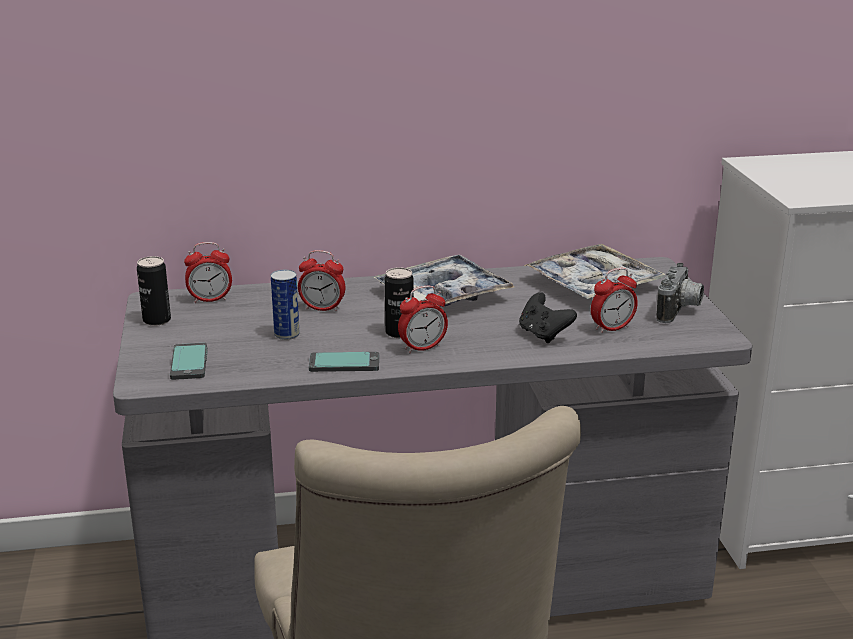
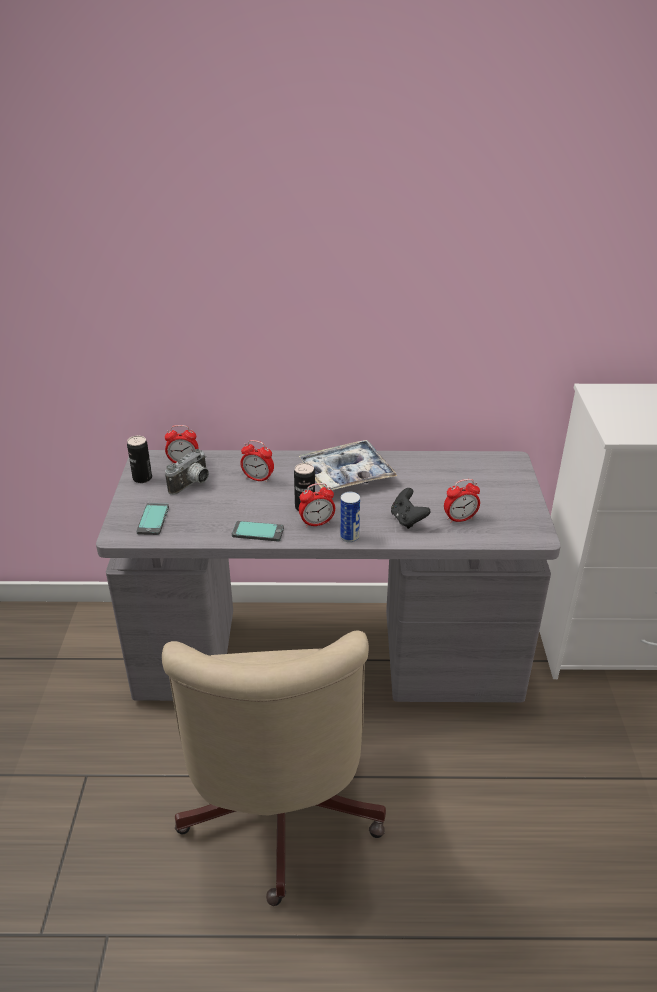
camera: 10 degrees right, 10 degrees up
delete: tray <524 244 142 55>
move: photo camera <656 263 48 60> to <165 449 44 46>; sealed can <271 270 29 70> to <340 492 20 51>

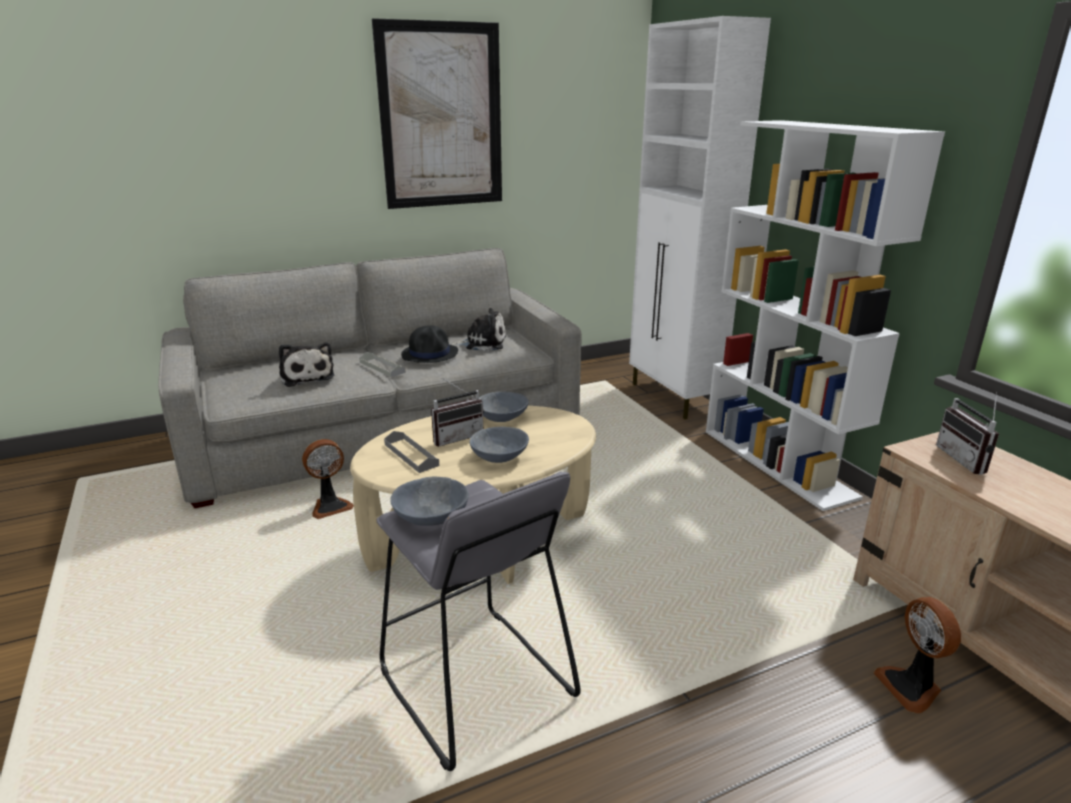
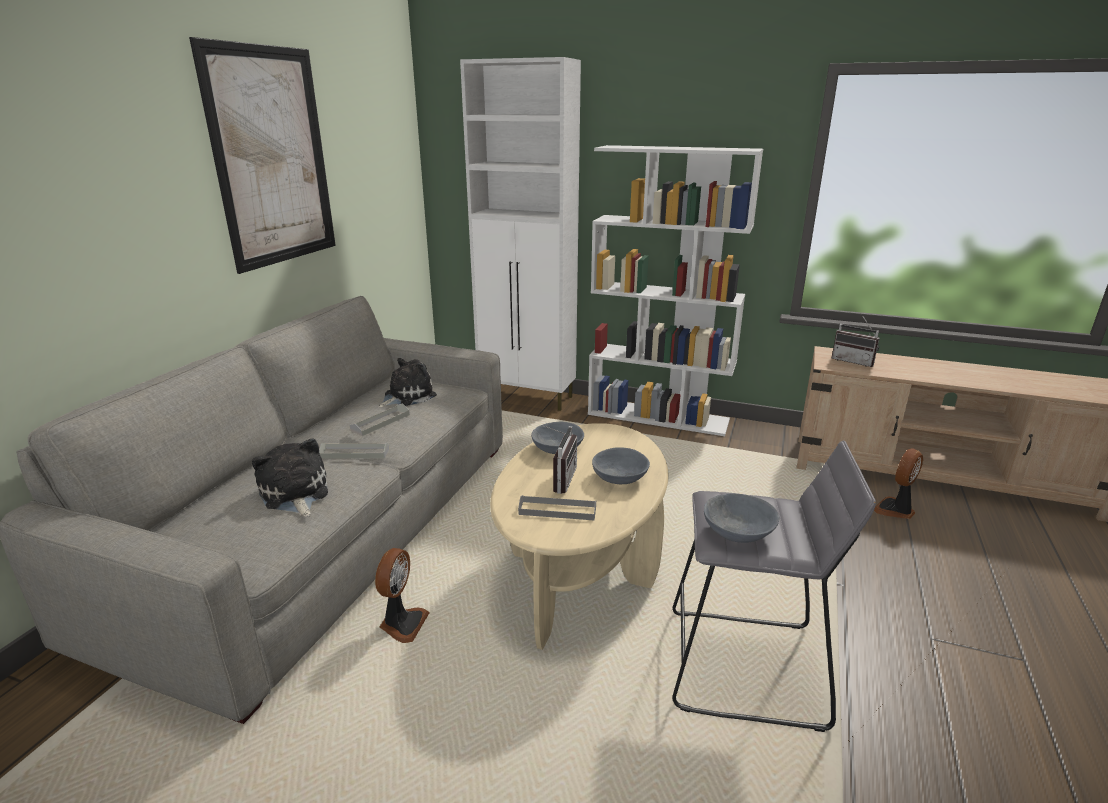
camera: 45 degrees left, 0 degrees up
replace: black wearable hat <401 325 57 38> to gray tray <350 403 60 33>
rotate: cuddly toy <279 342 56 45> = <252 438 76 79> 135 degrees counterclockwise; fan <873 597 88 116> = <874 448 49 71> 105 degrees clockwise

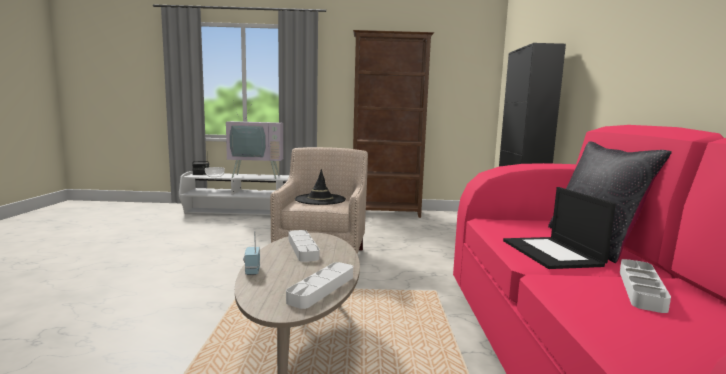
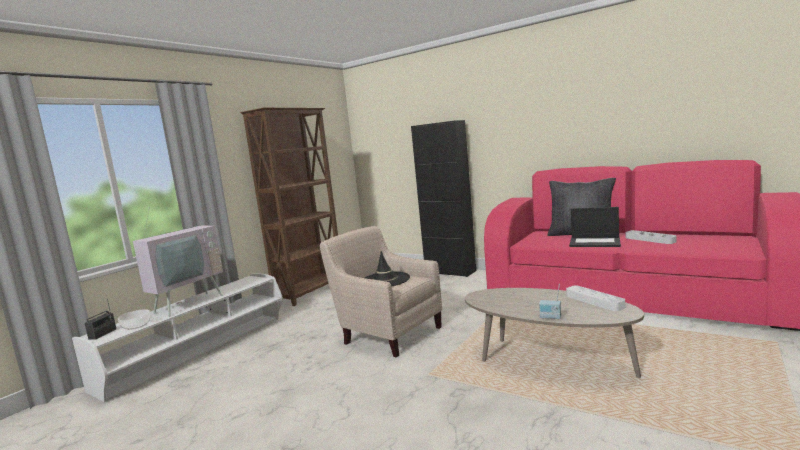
camera: 55 degrees left, 0 degrees up
delete: whitish tray <289 230 31 32>

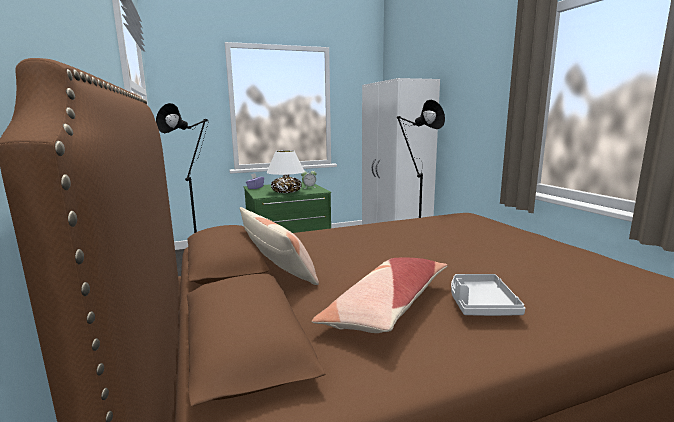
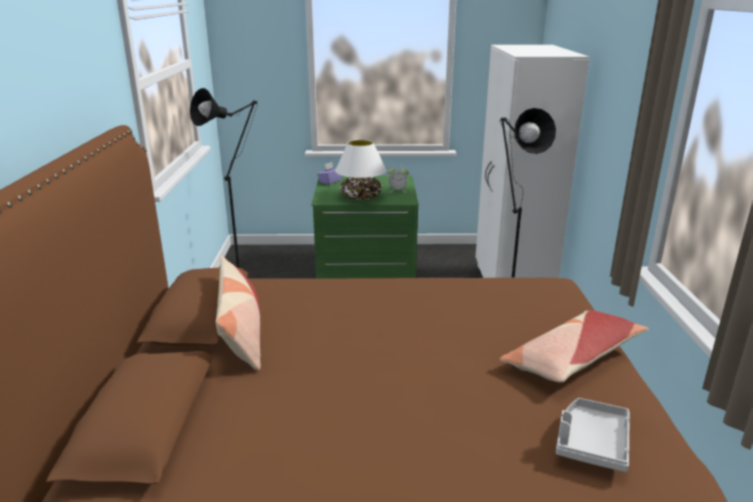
camera: 20 degrees right, 10 degrees up
move: throw pillow <312 258 136 75> to <499 310 150 73>; gray tray <451 274 74 42> to <556 398 74 74>

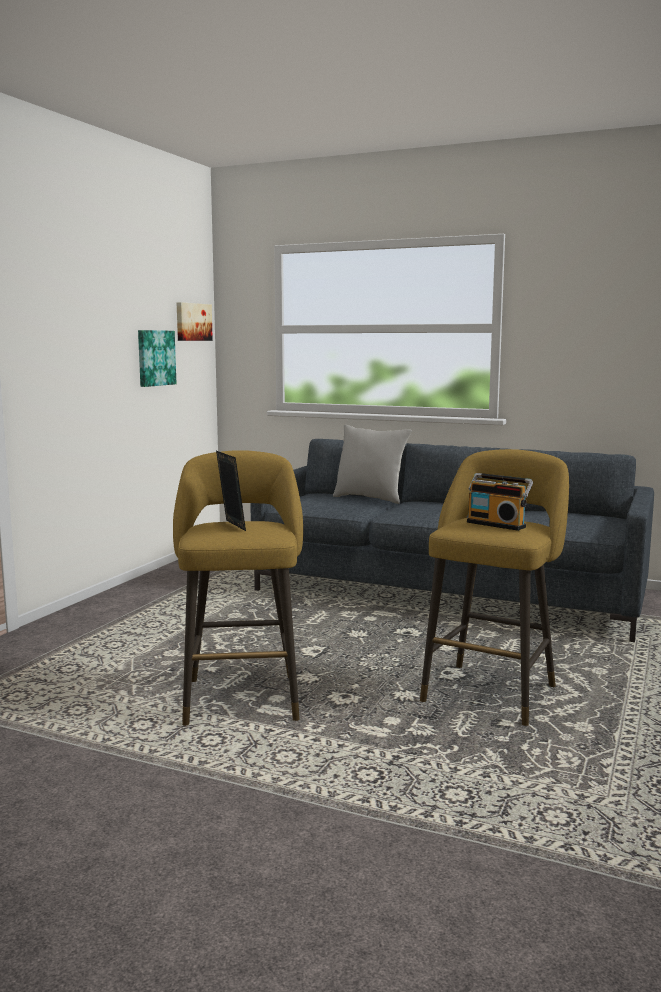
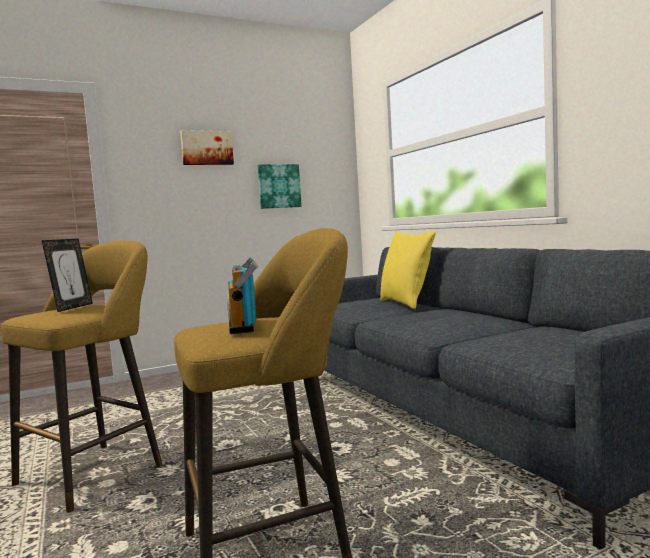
camera: 40 degrees right, 5 degrees down
move: wall picture <177 302 36 39> to <180 130 54 35>
recolor: gray throw pillow <333 425 79 79> to yellow throw pillow <380 231 56 78>

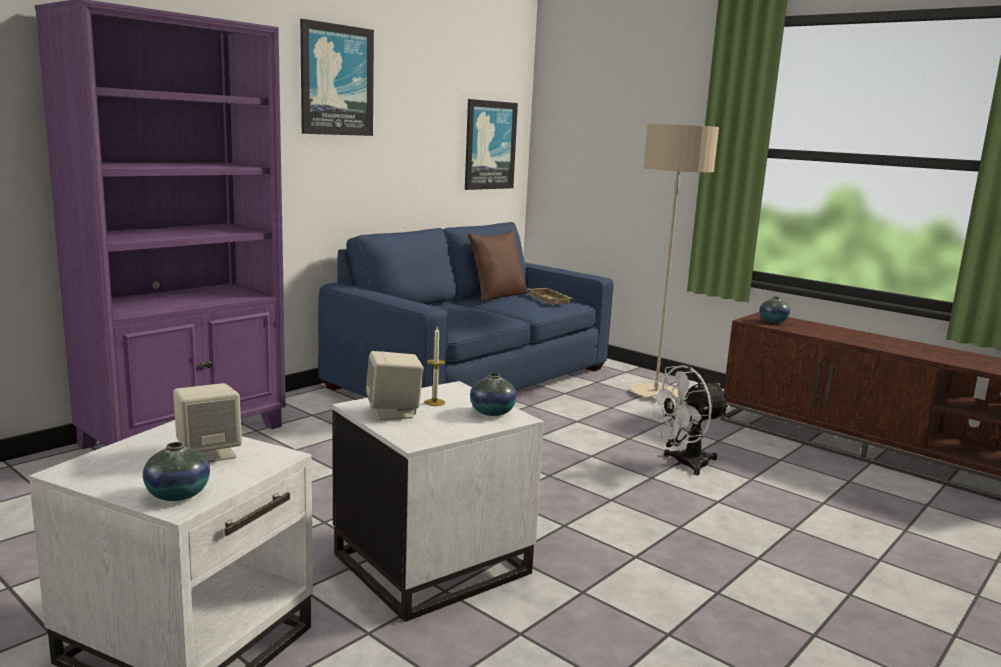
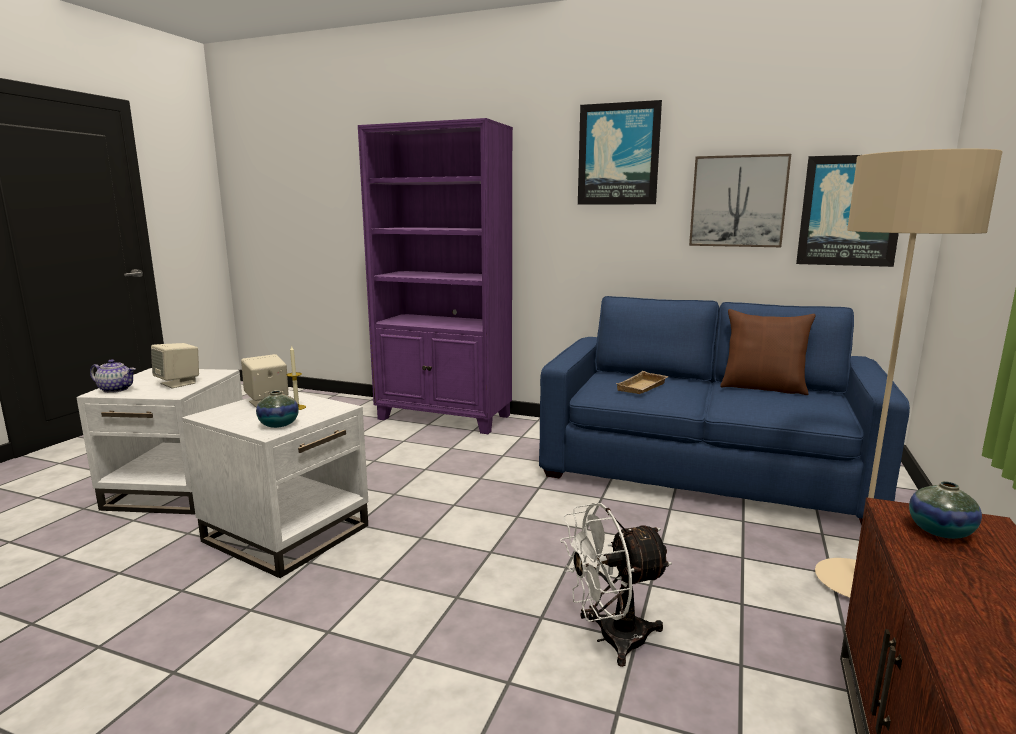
camera: 70 degrees right, 0 degrees up
insert: wall picture <689 154 102 93>
move: sand-coloured tray <528 288 46 17> to <616 371 53 23>
replace: decorative vase <143 442 67 59> to pot for tea <90 359 46 34>
rotate: whitish fan <648 365 81 110> = <560 503 112 164> 60 degrees counterclockwise

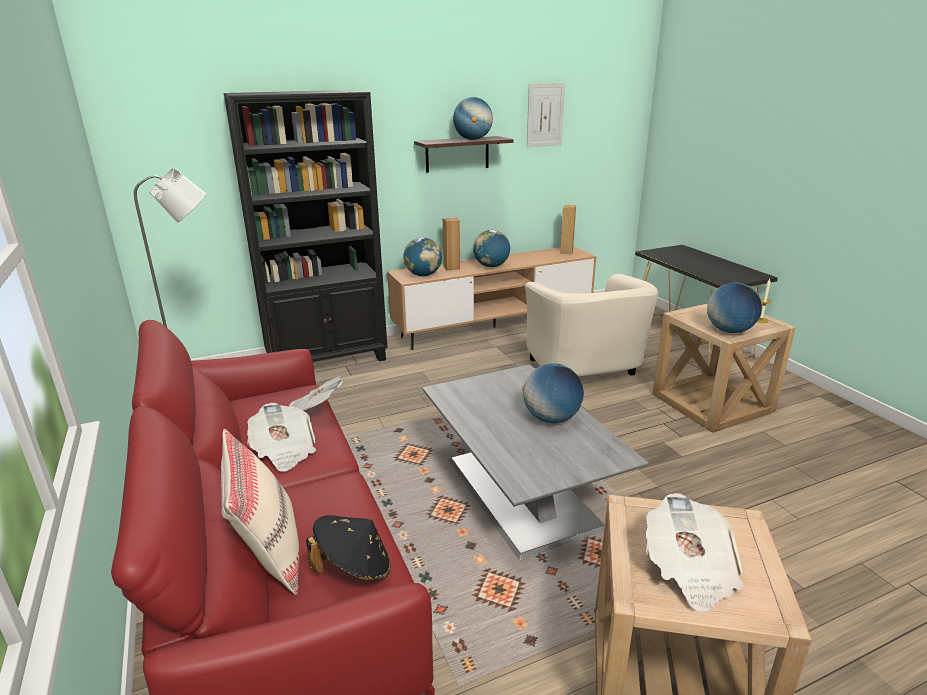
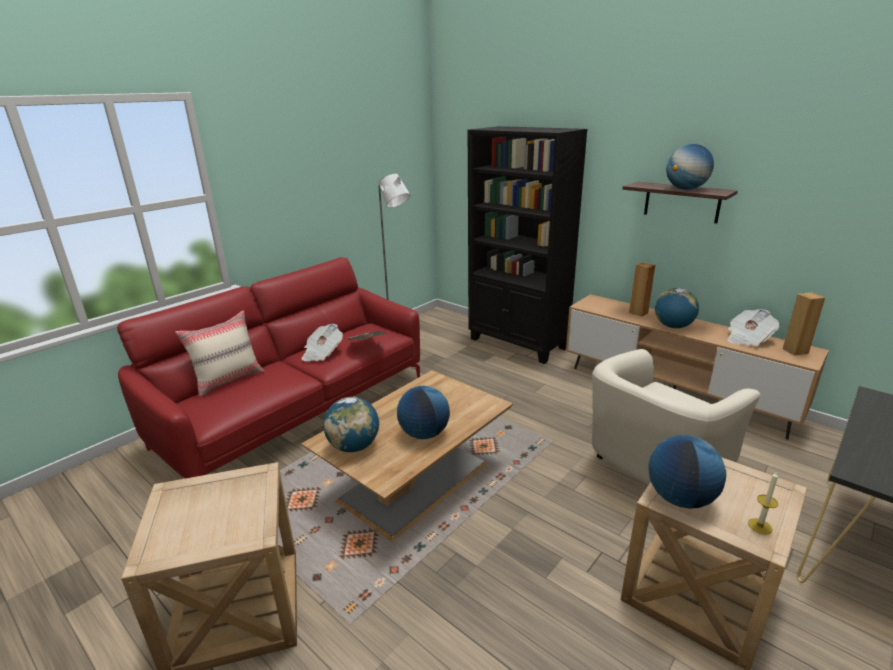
camera: 65 degrees right, 0 degrees up
delete: wall picture <527 83 38 64>; black wearable hat <306 515 85 66>
move: world globe <404 237 38 39> to <323 397 56 55>; printed paper <646 493 98 120> to <728 309 51 37>
recolor: gray low table <422 364 226 196> to brown-coloured low table <301 370 212 171>

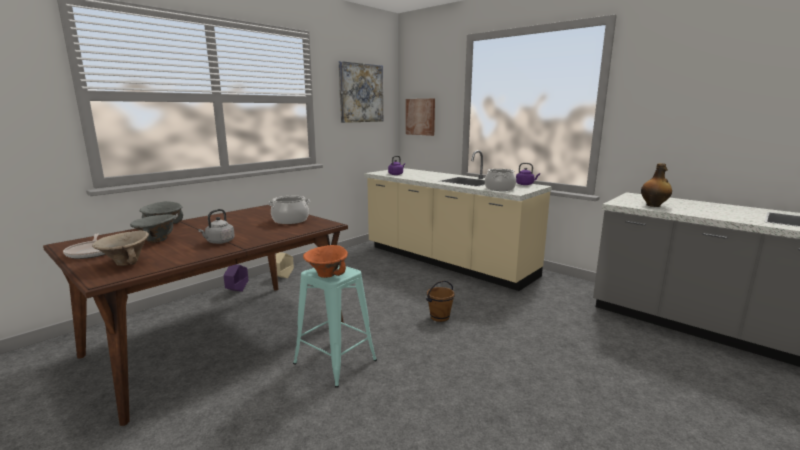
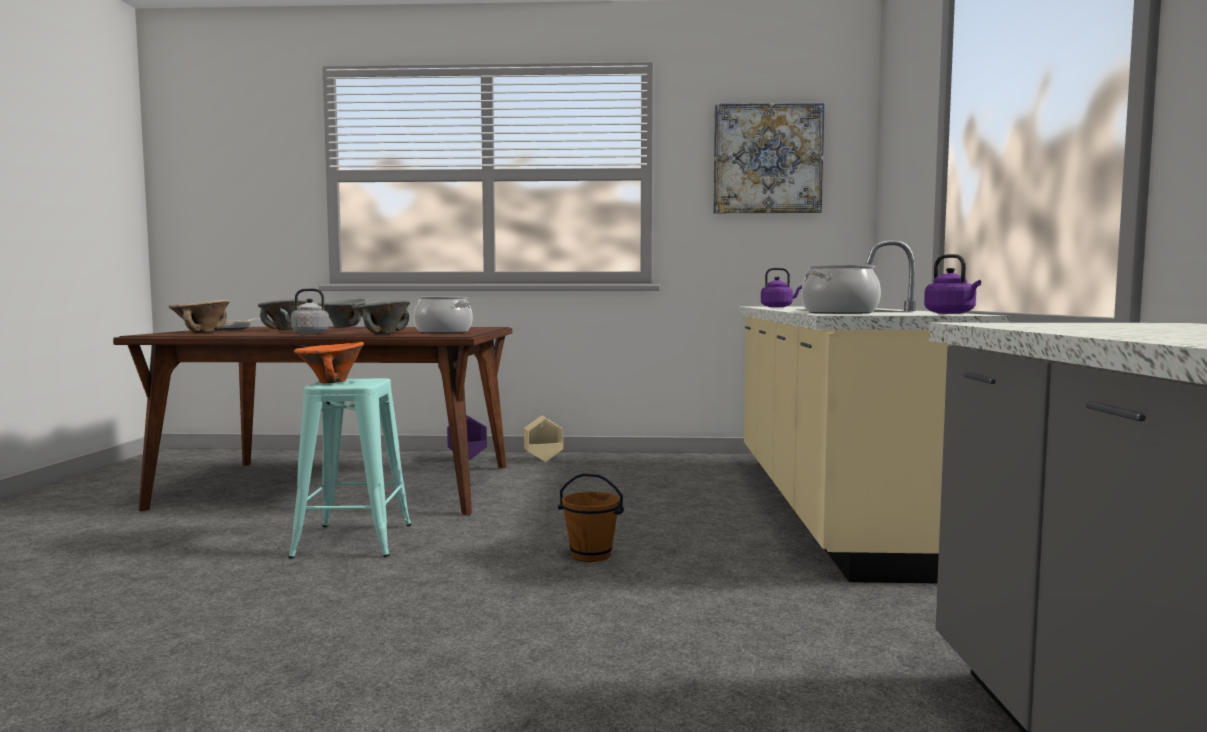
camera: 50 degrees right, 10 degrees down
delete: wall picture <406 99 29 37>; beverage bottle <641 163 31 44>
insert: gray serving bowl <352 300 58 34>

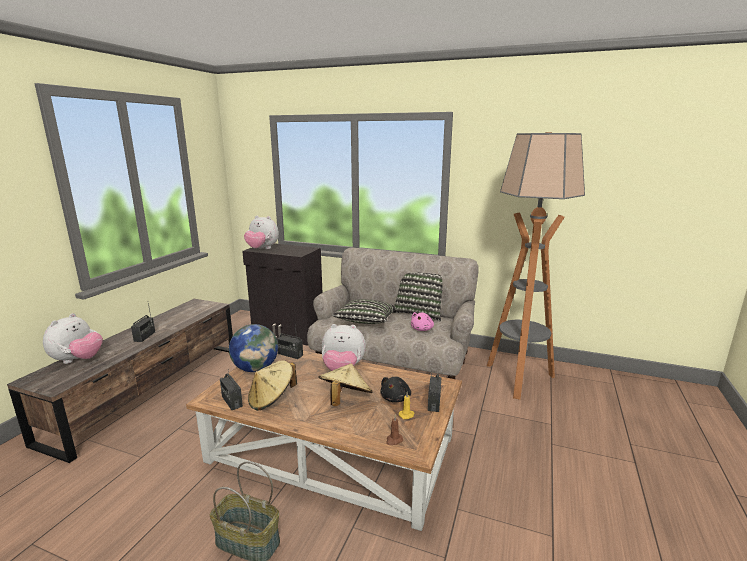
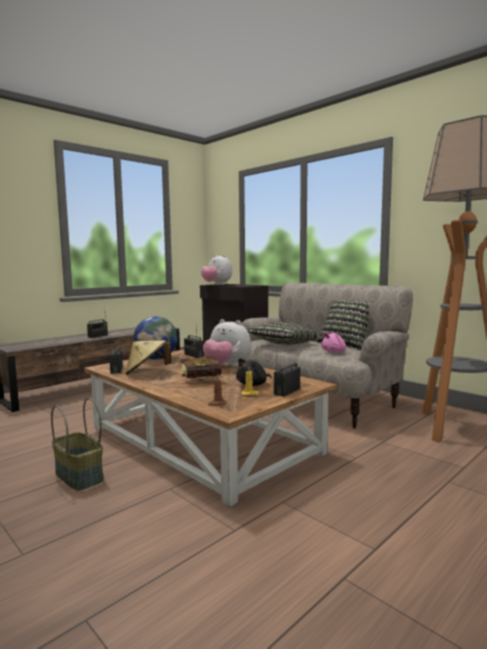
camera: 25 degrees right, 10 degrees down
delete: cuddly toy <43 313 60 51>
replace: sand-coloured wearable hat <318 364 55 42> to volume <182 355 39 24>

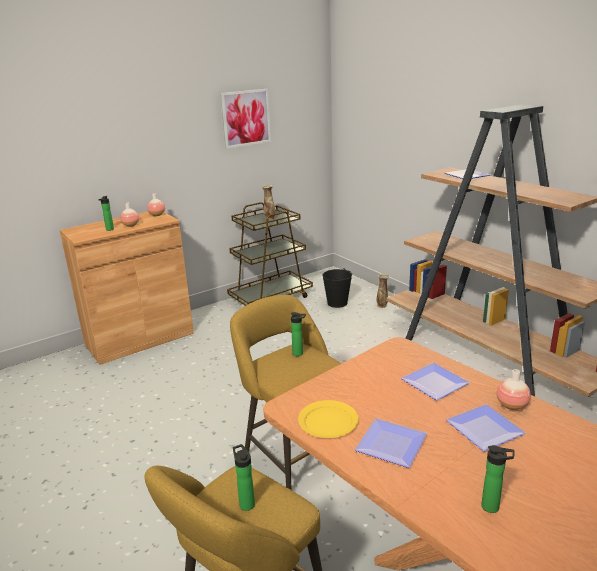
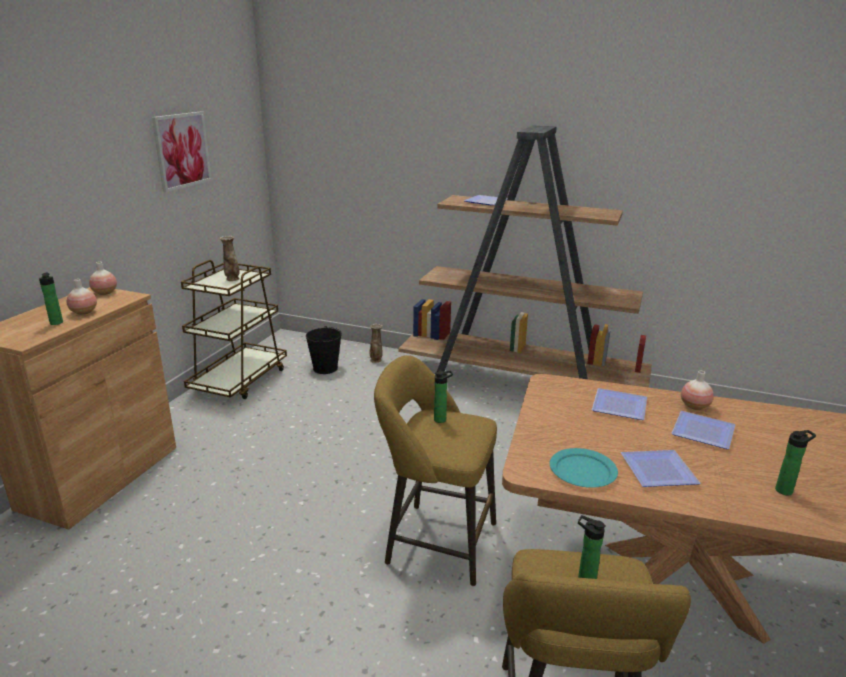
camera: 35 degrees left, 0 degrees up
recolor: yellow dinner plate <298 400 61 38> to turquoise-coloured dinner plate <550 448 68 40>

